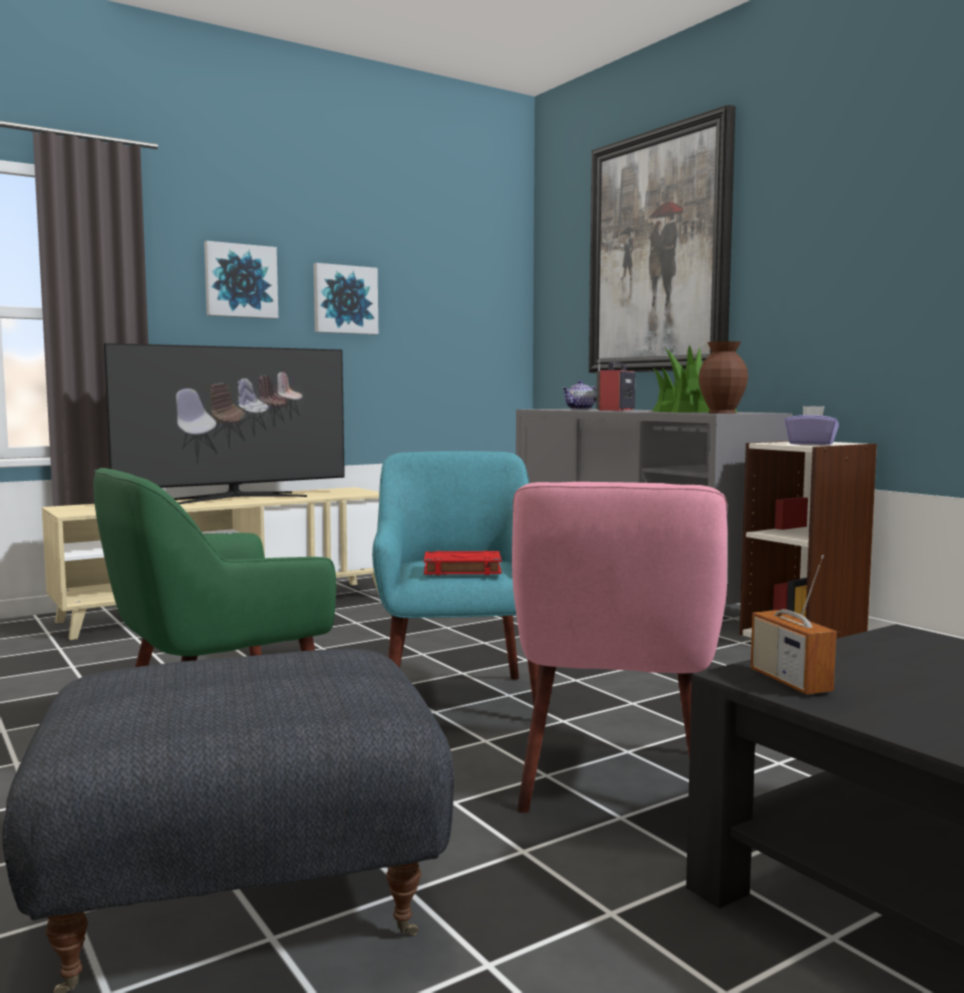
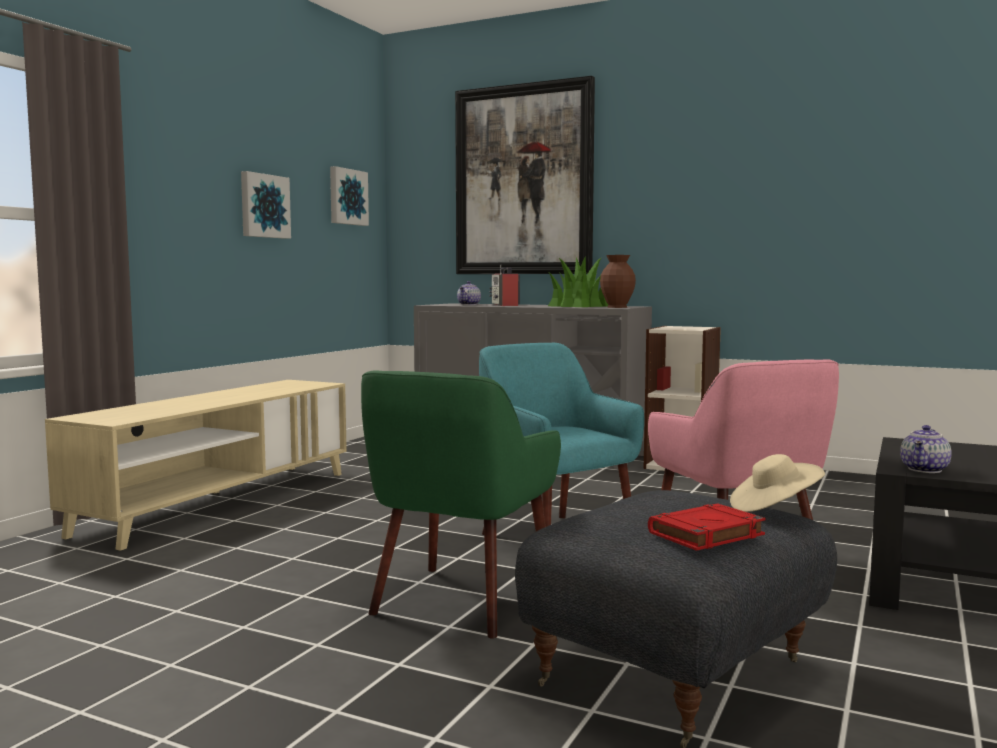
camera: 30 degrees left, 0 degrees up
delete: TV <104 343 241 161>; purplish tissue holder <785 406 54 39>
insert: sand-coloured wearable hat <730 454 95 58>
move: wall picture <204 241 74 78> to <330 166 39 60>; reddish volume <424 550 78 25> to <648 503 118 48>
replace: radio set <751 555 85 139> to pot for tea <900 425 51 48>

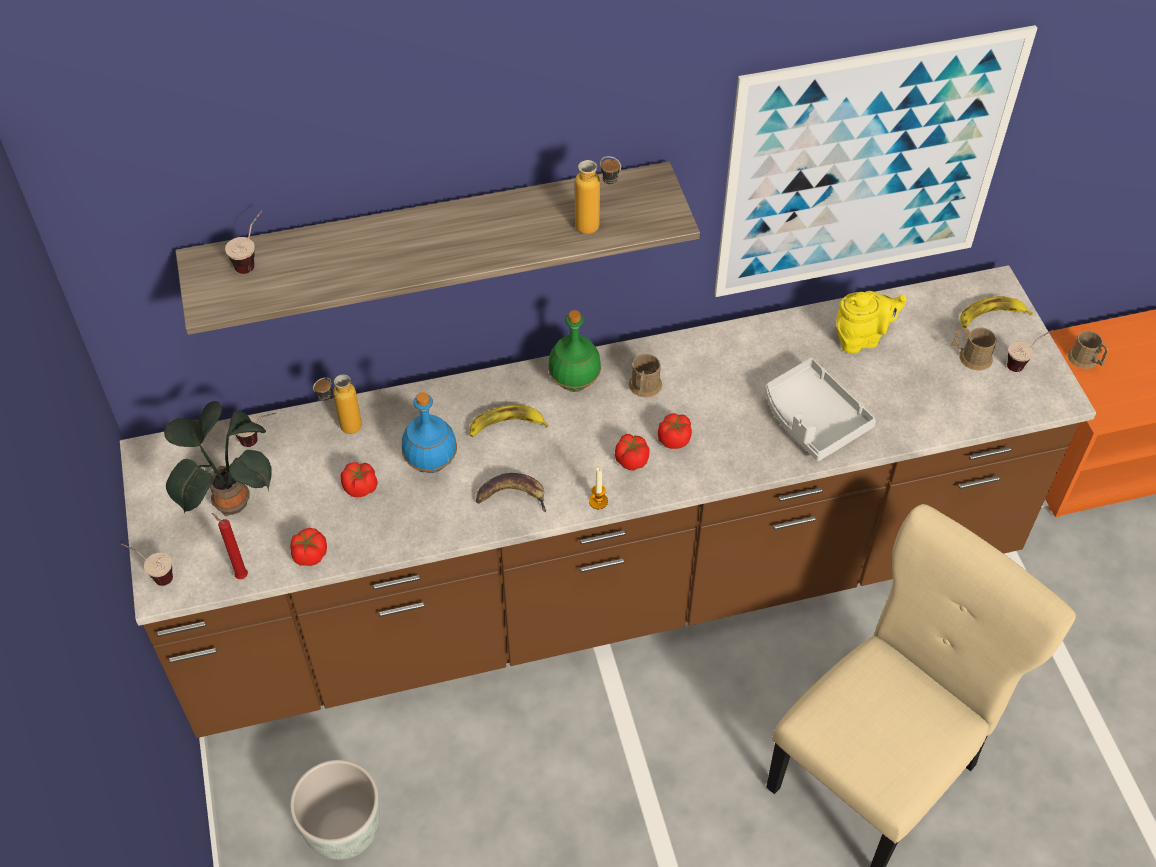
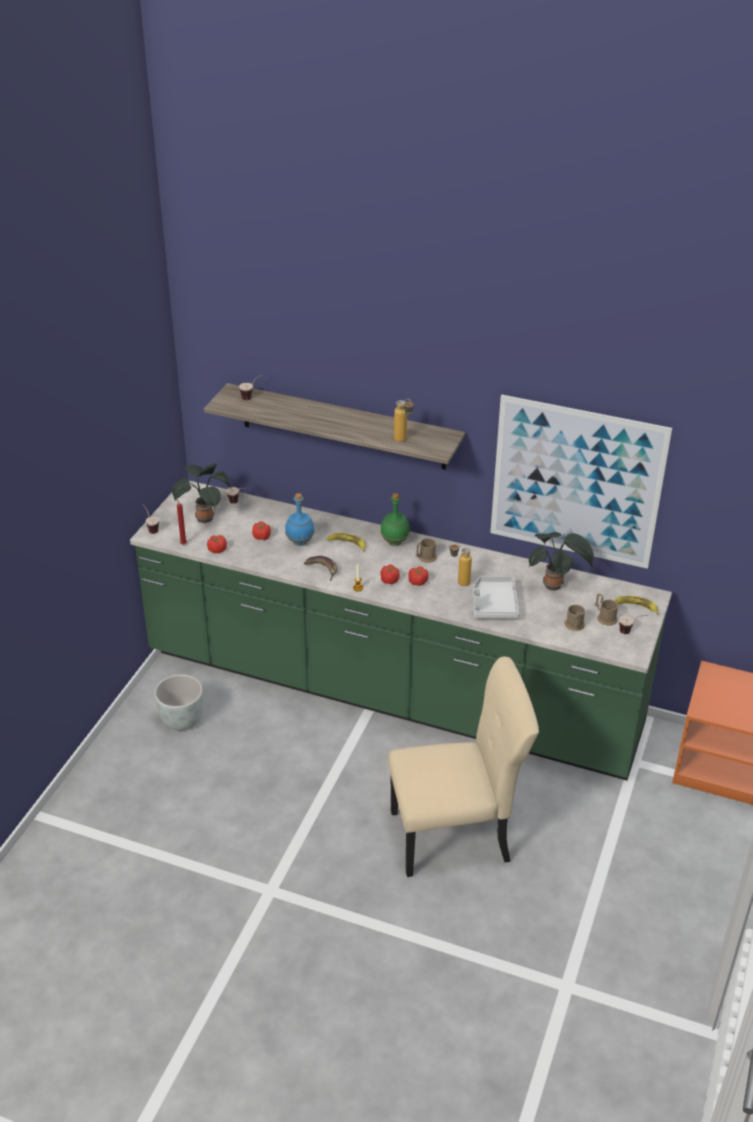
camera: 35 degrees right, 15 degrees down
move: brown-coloured mug <1068 331 41 38> to <565 605 20 26>; beverage bottle <313 374 49 60> to <449 542 23 44>
replace: yellow pot for tea <836 291 71 62> to potted plant <528 532 66 59>
recolor: brown-coloured counter <120 265 976 473> to greenish counter <130 481 542 299>

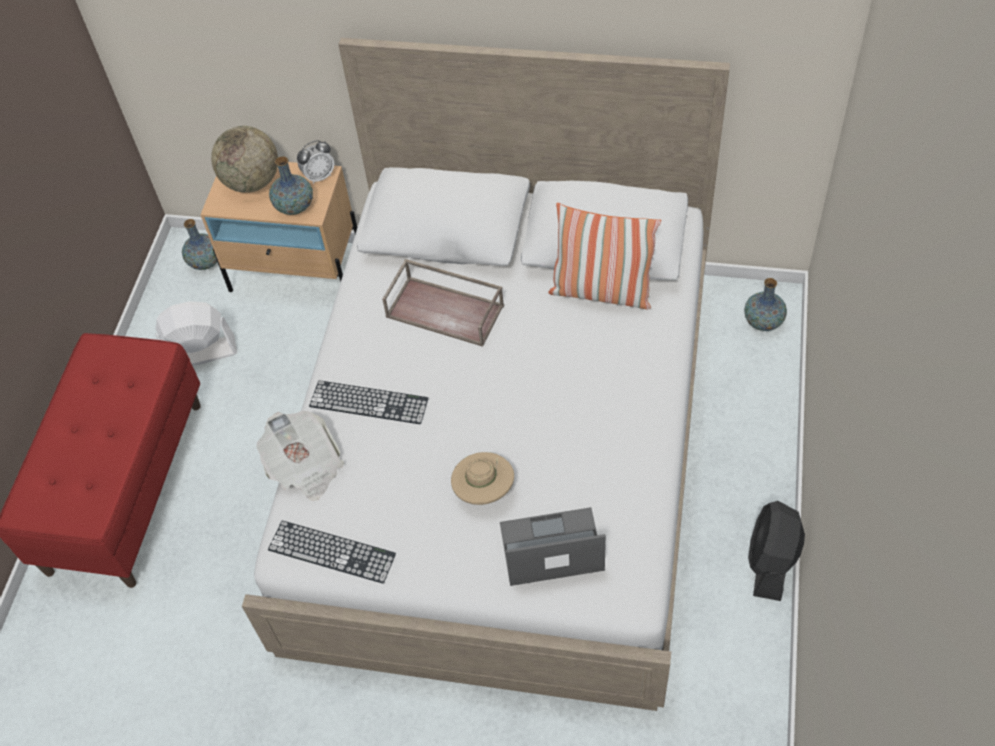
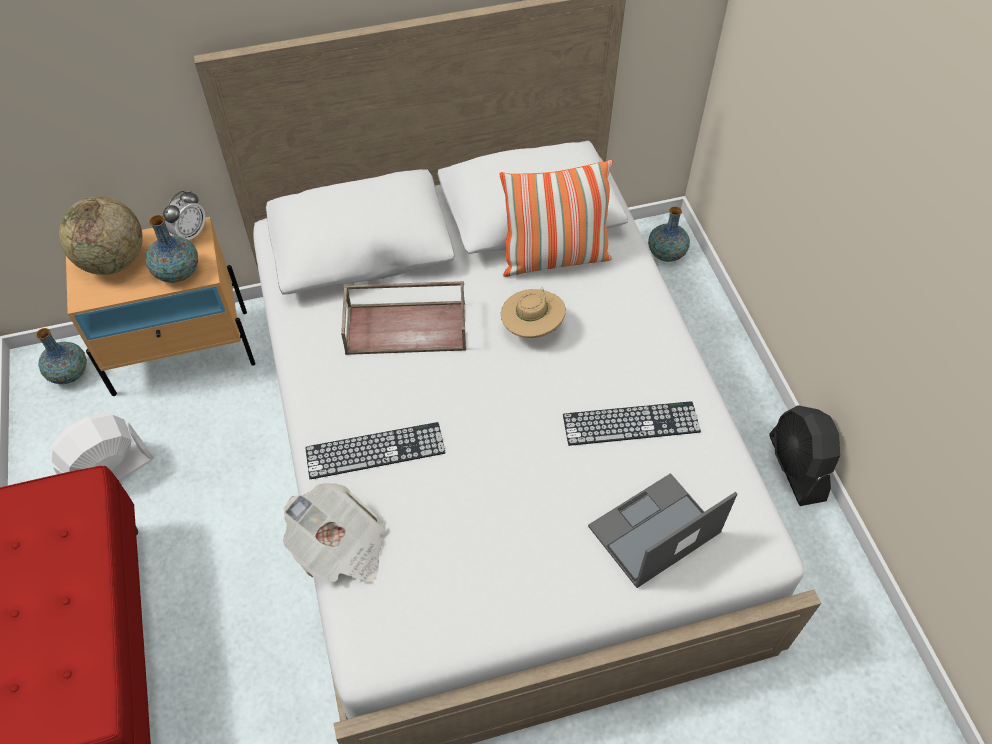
camera: 30 degrees left, 0 degrees up
move: sand-coloured wearable hat <451 452 63 53> to <501 287 65 51>; keyboard <268 521 128 63> to <563 401 138 45>

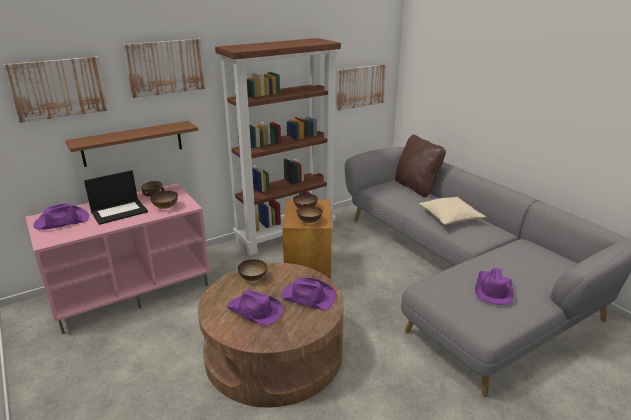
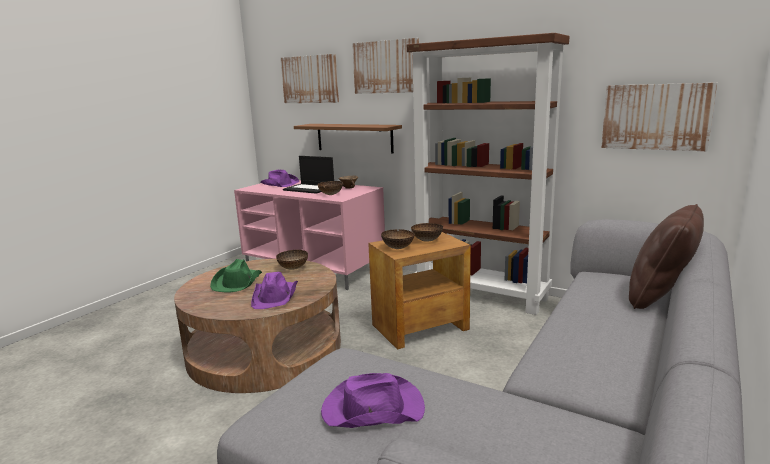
camera: 65 degrees right, 10 degrees down
delete: sand-coloured throw pillow <419 197 67 28>
recolor: purplish wearable hat <227 290 57 36> to greenish wearable hat <210 259 52 34>

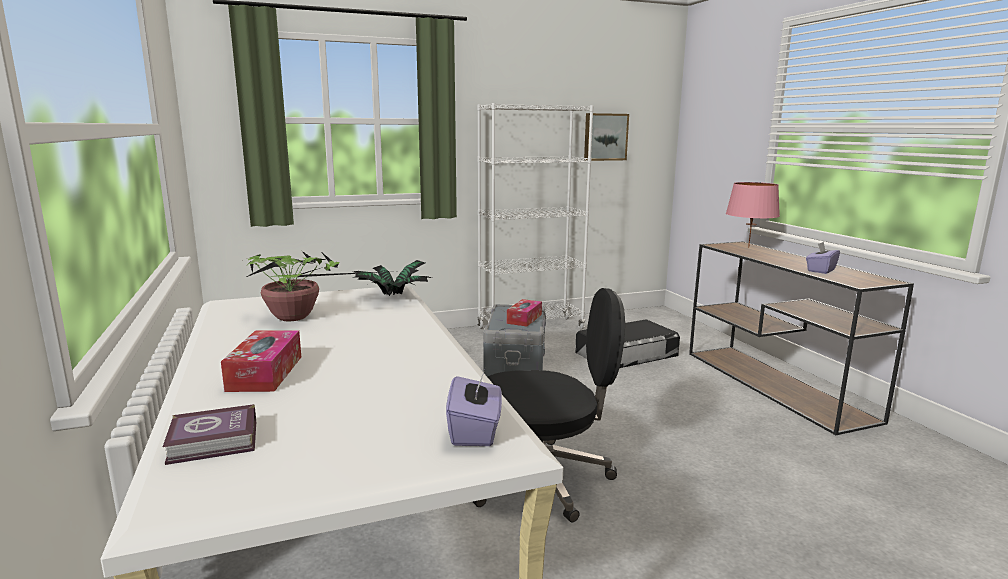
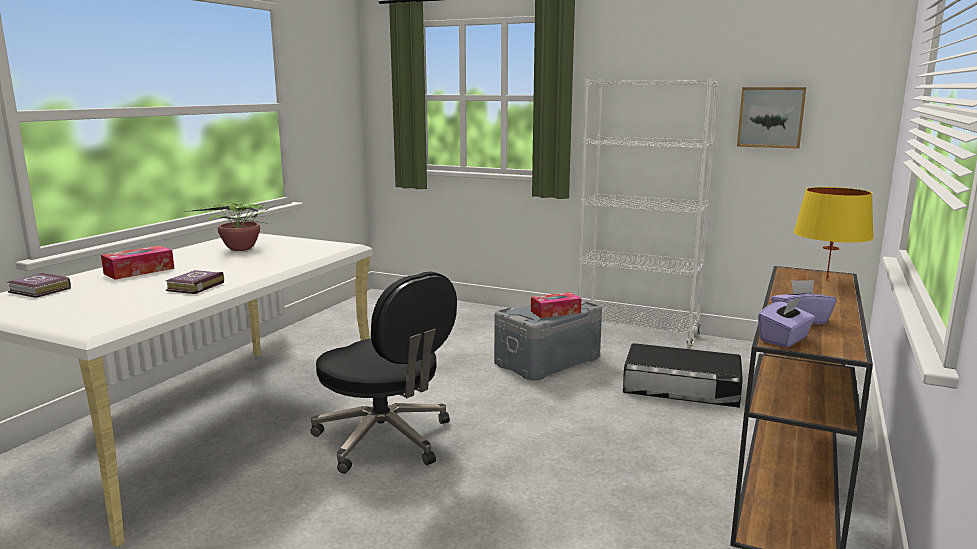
camera: 45 degrees right, 0 degrees up
delete: potted plant <352 260 80 36>
insert: volume <166 270 58 24>
move: purplish tissue holder <446 368 56 78> to <758 297 57 51>
recolor: pink table lamp <726 182 54 66> to yellow table lamp <794 187 80 94>

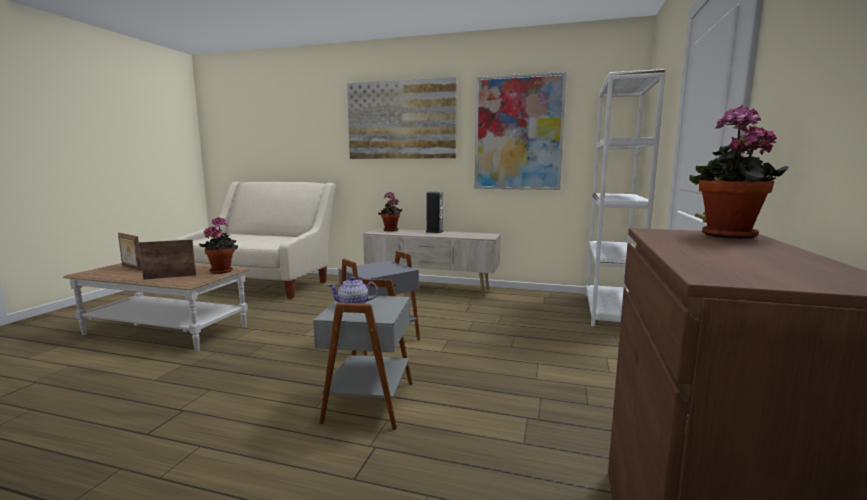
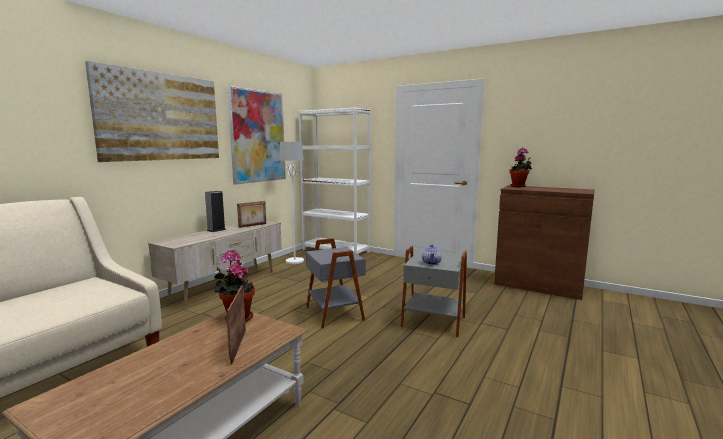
camera: 75 degrees left, 0 degrees up
delete: potted plant <378 192 25 39>
insert: whitish standing lamp <279 142 25 122>
move: picture frame <118 233 24 38> to <237 201 29 27>

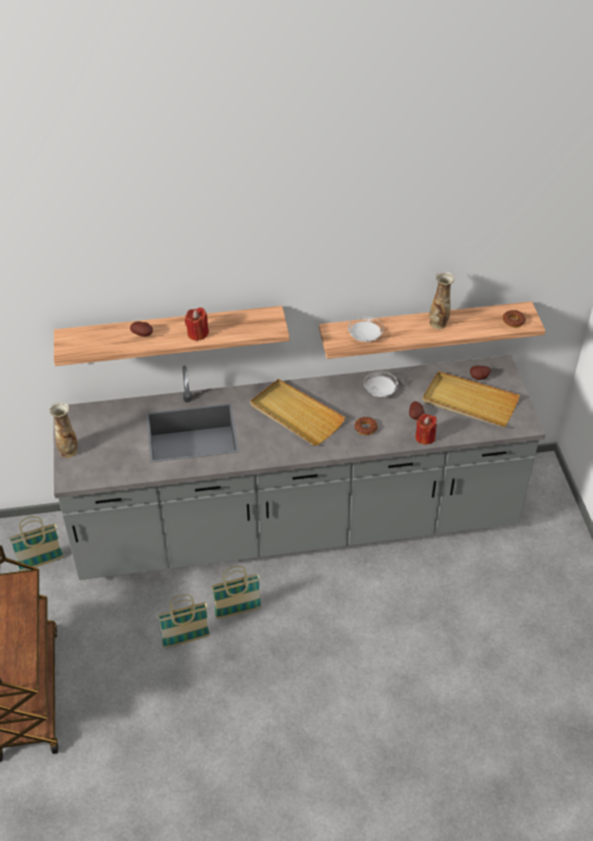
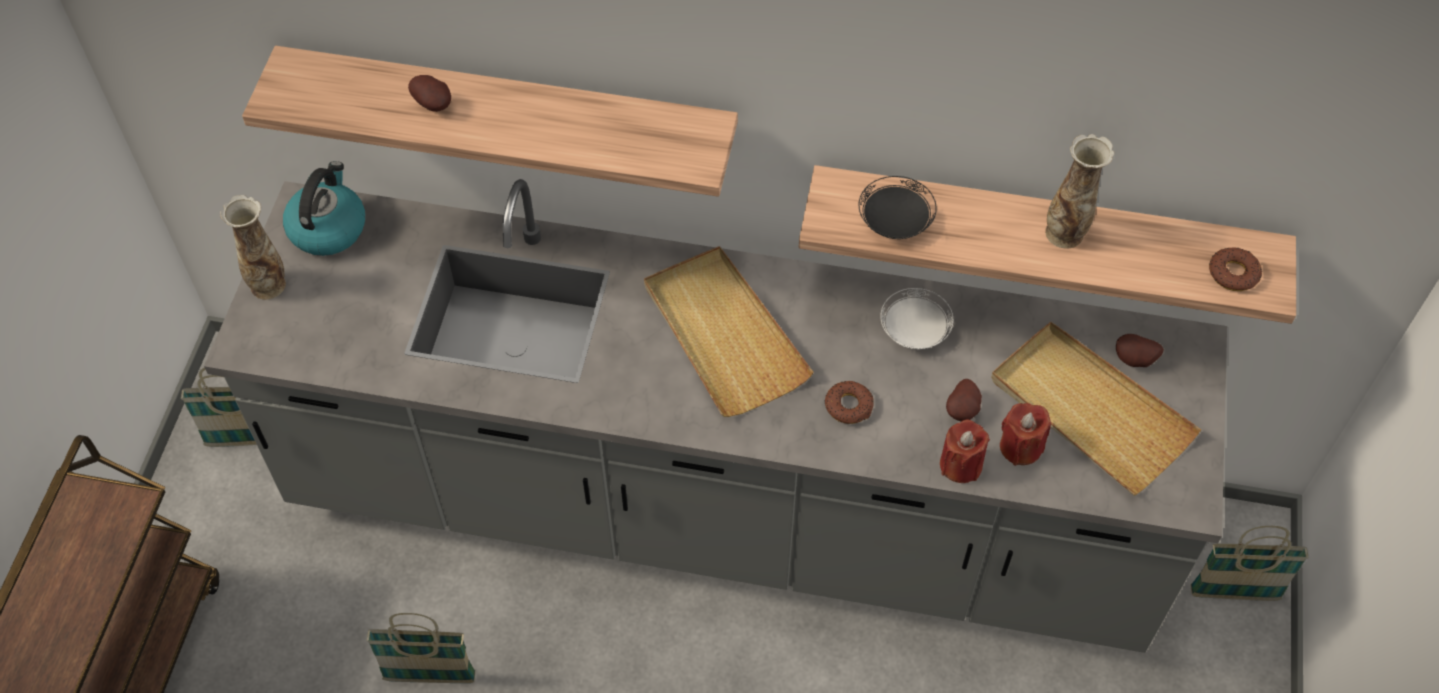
camera: 20 degrees right, 10 degrees up
insert: water kettle <283 161 82 95>
move: reddish wax light <185 307 24 34> to <1000 403 51 63>; basket <211 566 51 53> to <1191 526 118 75>
recolor: whitish dinner plate <348 316 35 26> to black dinner plate <859 176 78 63>

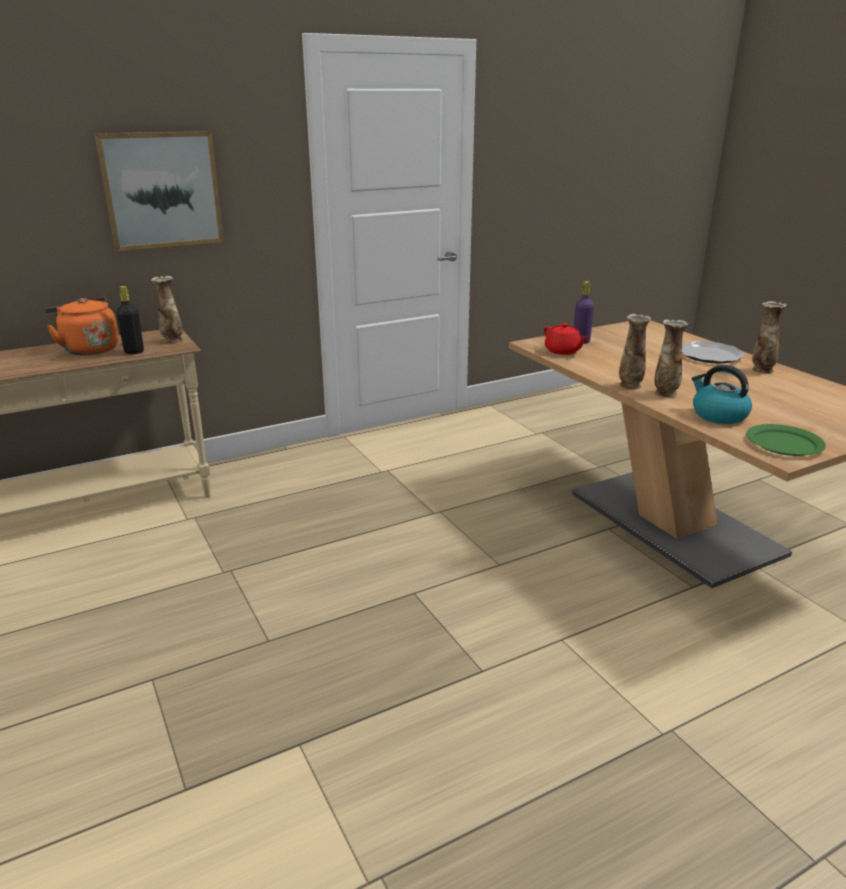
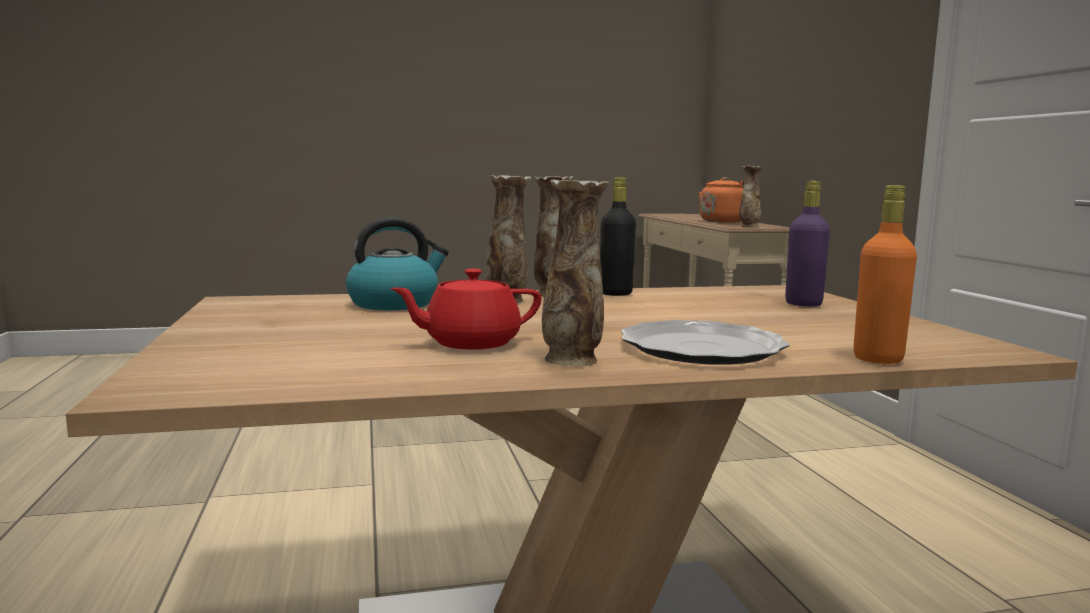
camera: 105 degrees right, 15 degrees down
delete: wall picture <95 131 129 120>; greenish dinner plate <746 424 80 32>
insert: orange-coloured beverage bottle <853 185 64 179>
move: black beverage bottle <116 286 28 68> to <600 177 36 119>; reddish pot for tea <544 323 43 32> to <390 269 151 81>

